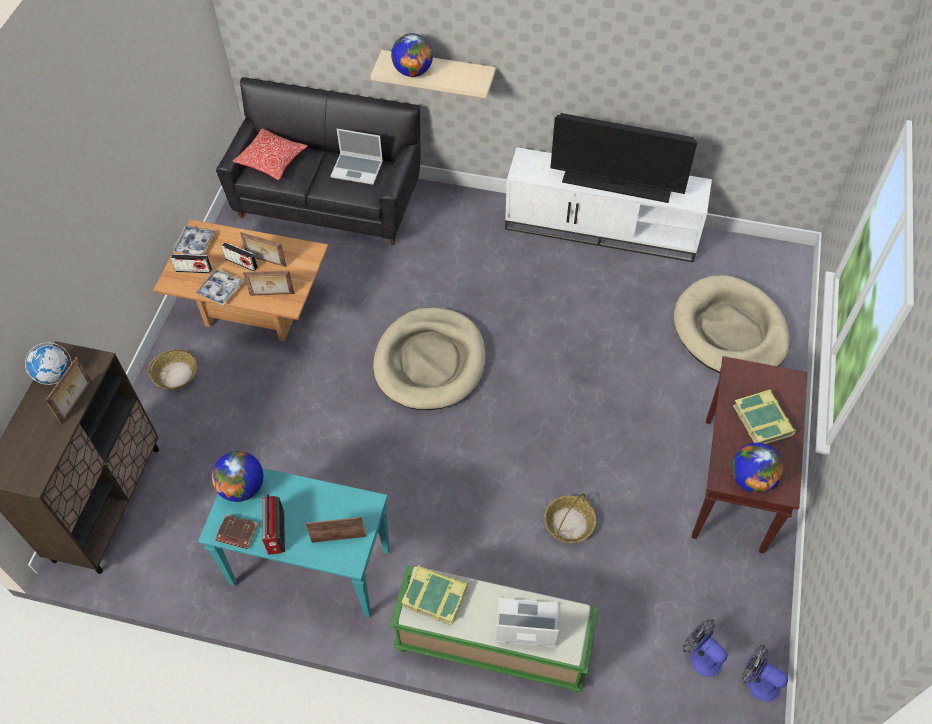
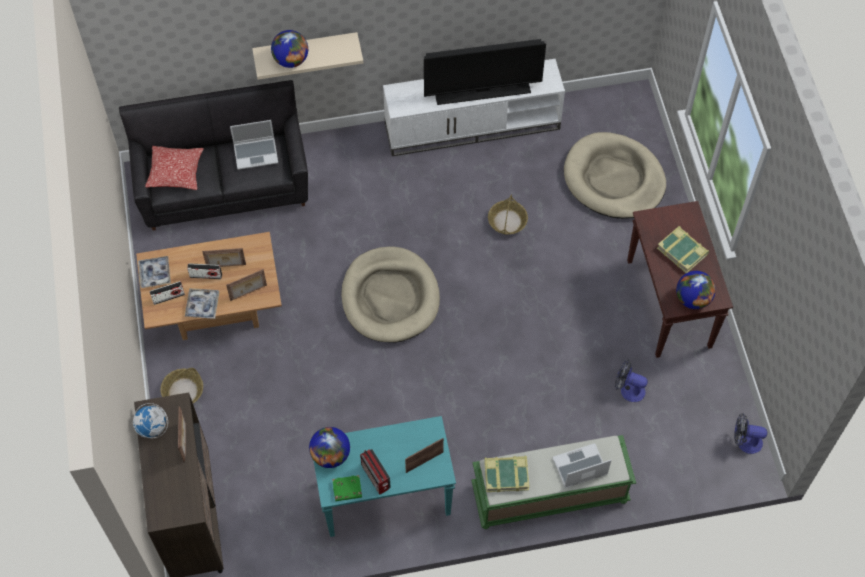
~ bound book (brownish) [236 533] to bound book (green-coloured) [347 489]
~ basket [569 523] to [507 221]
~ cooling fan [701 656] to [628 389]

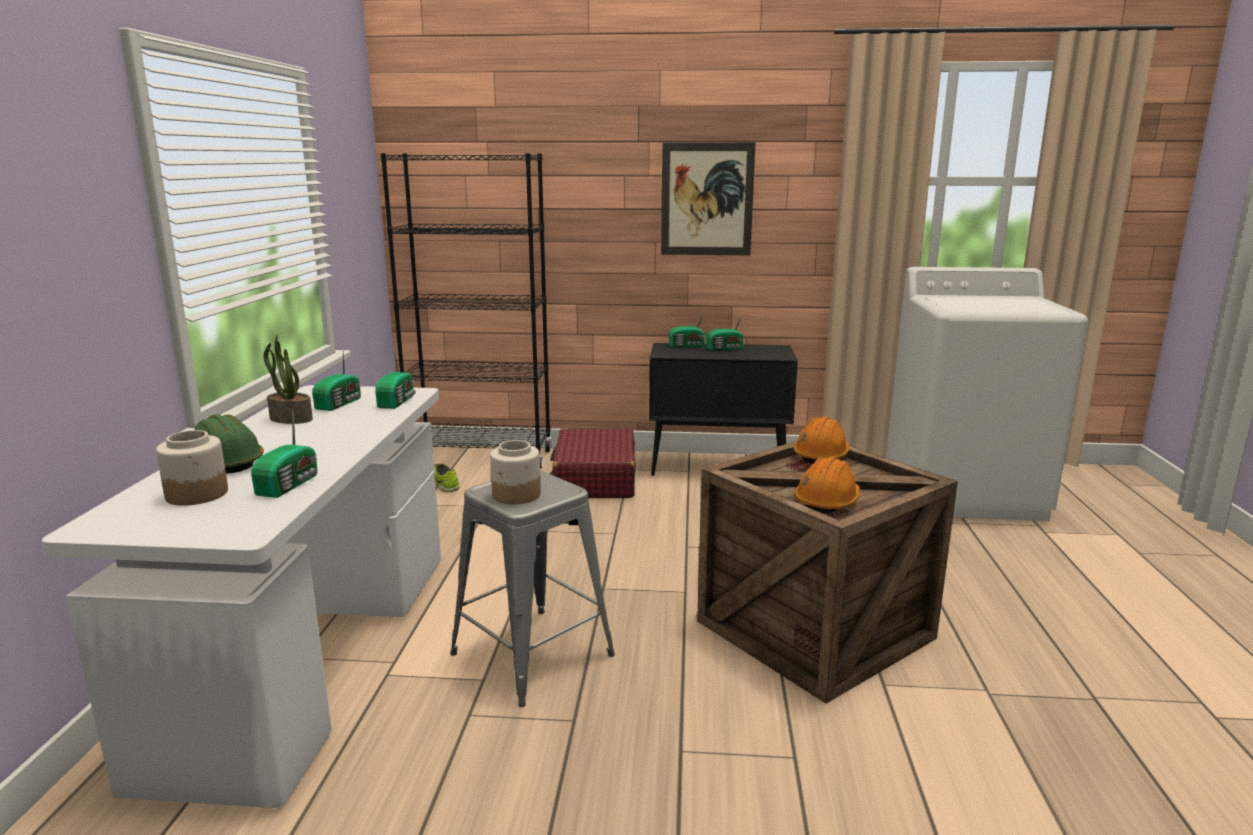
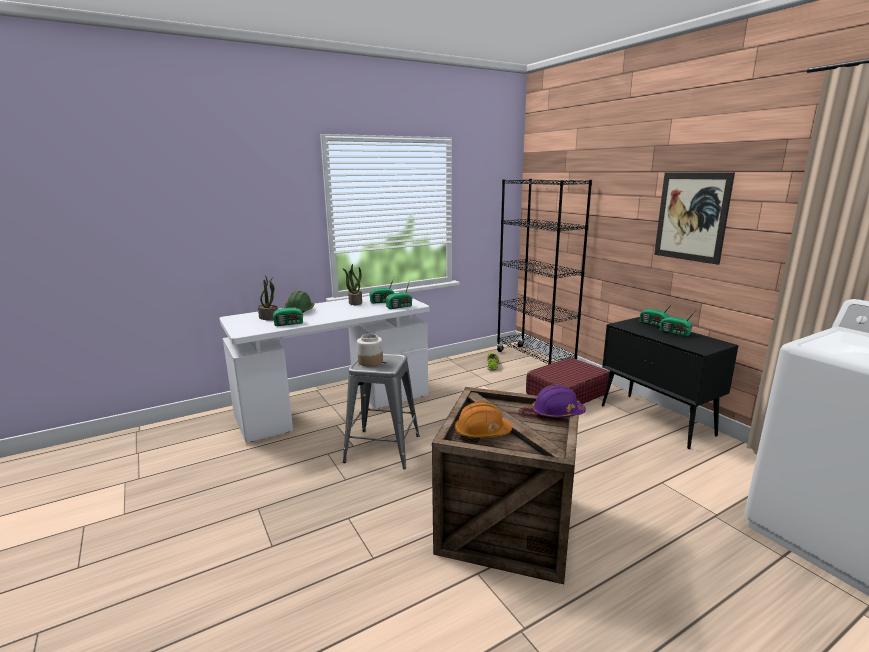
~ jar [197 494] to plant in a pot [269 317]
~ hard hat (orangey) [821 455] to hard hat (purplish) [557 413]

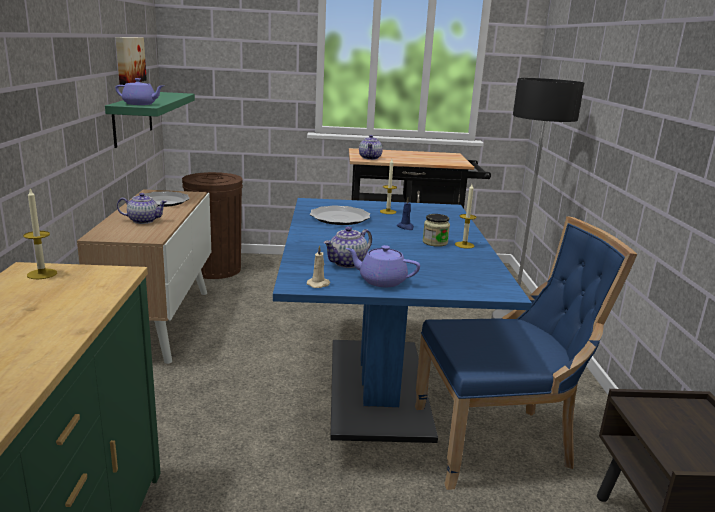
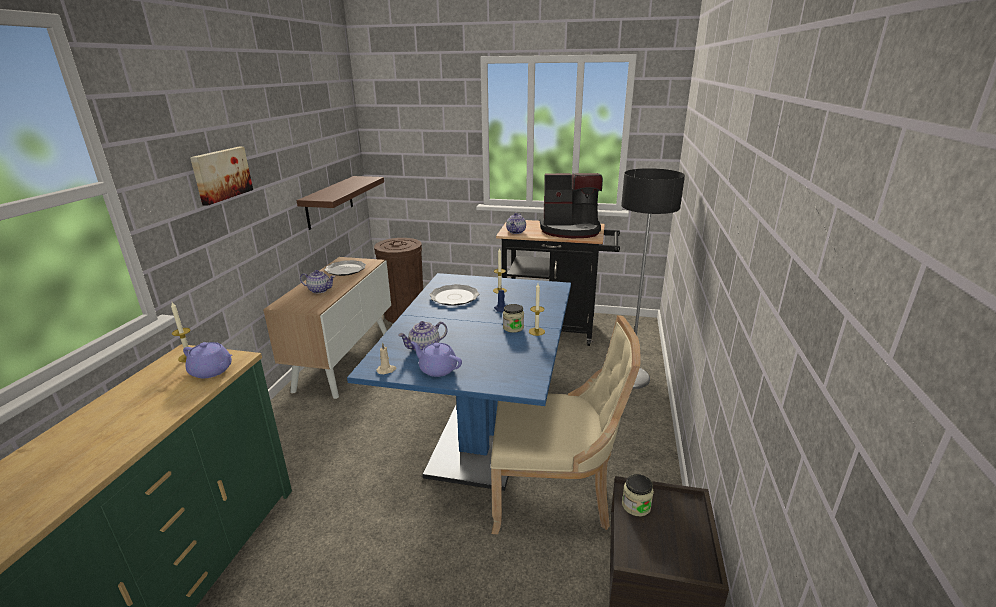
~ shelf (green-coloured) [132 118] to shelf (brownish) [329 202]
~ pot for tea (purplish) [140 104] to [212 371]
~ picture [128 60] to [221 174]
~ upright chair (blue) [497 442] to upright chair (sand-coloured) [555 496]
+ coffee machine [570 230]
+ jar [636 505]

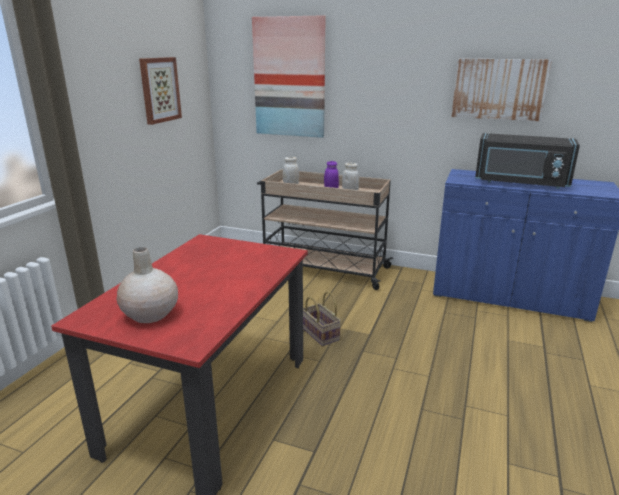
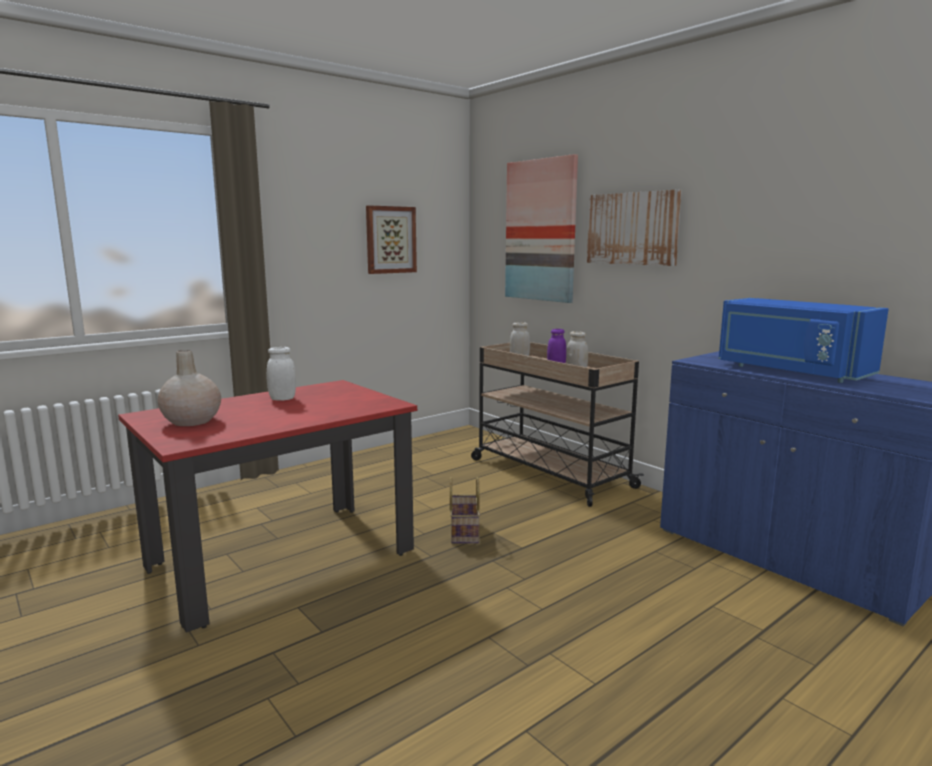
~ picture [499 89] to [632 228]
~ microwave (blackish) [520 183] to microwave (blue) [790 371]
+ jar (white) [282 399]

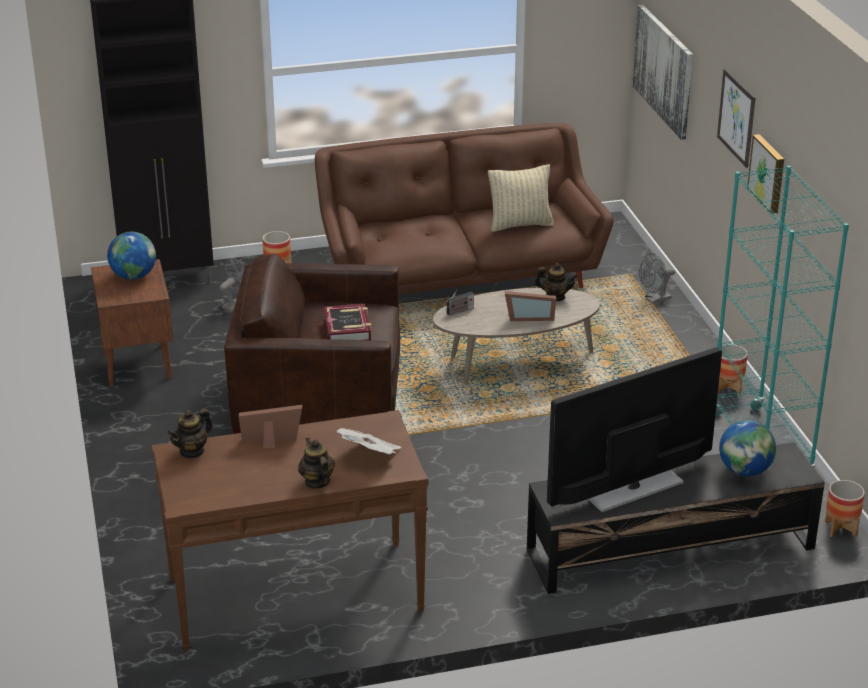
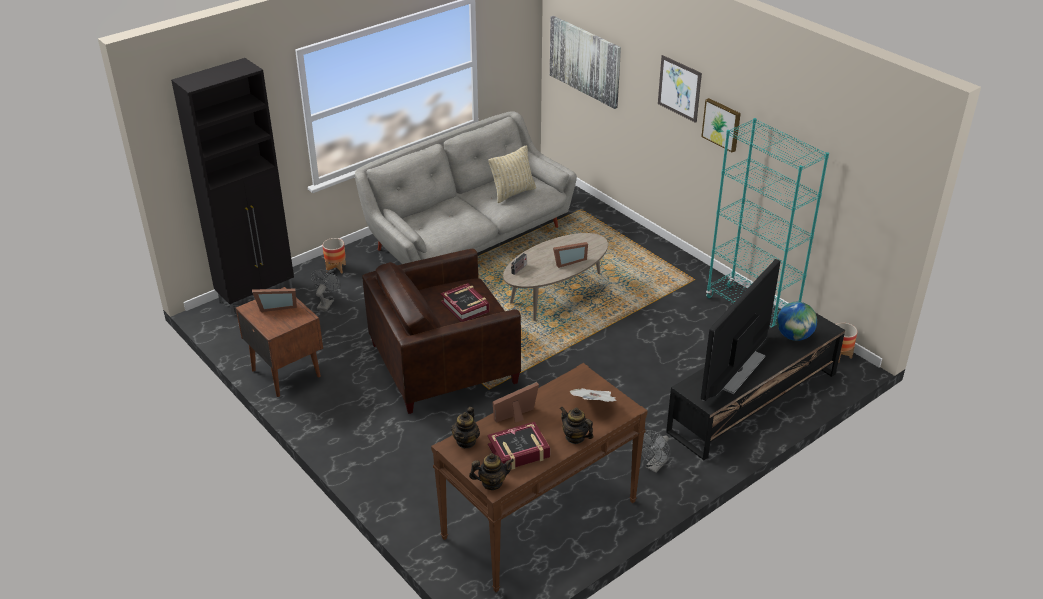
~ globe [133 276] to photo frame [276 306]
~ sofa (brownish) [459 276] to sofa (greyish) [469 239]
~ pot for tea [555 297] to [492 483]
~ cooling fan (greyish) [654 299] to [654 467]
- plant pot [728 388]
+ bound book [519 451]

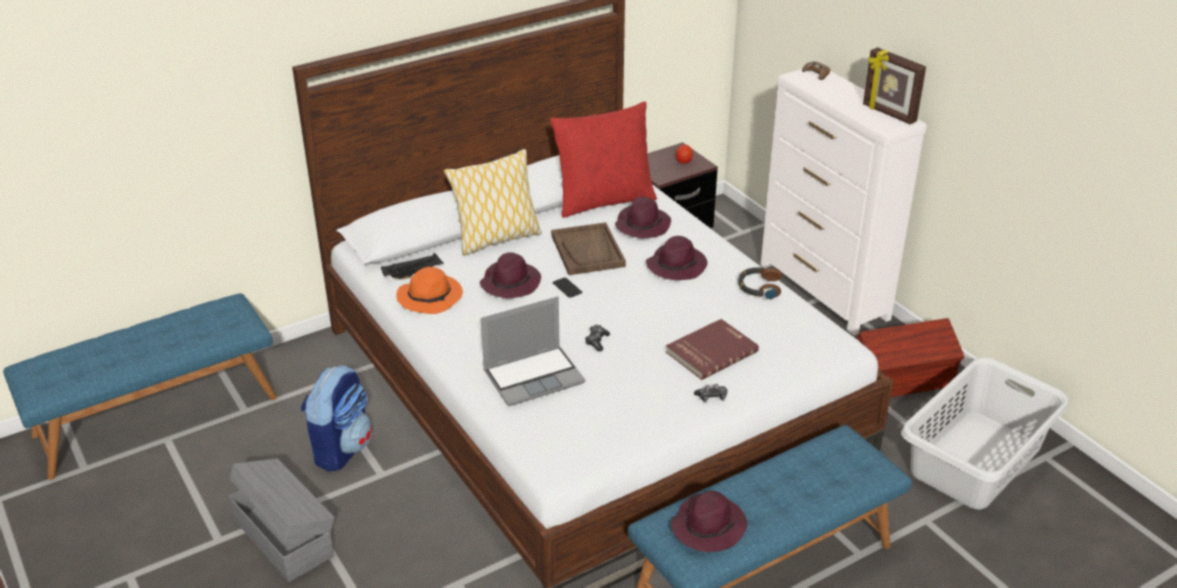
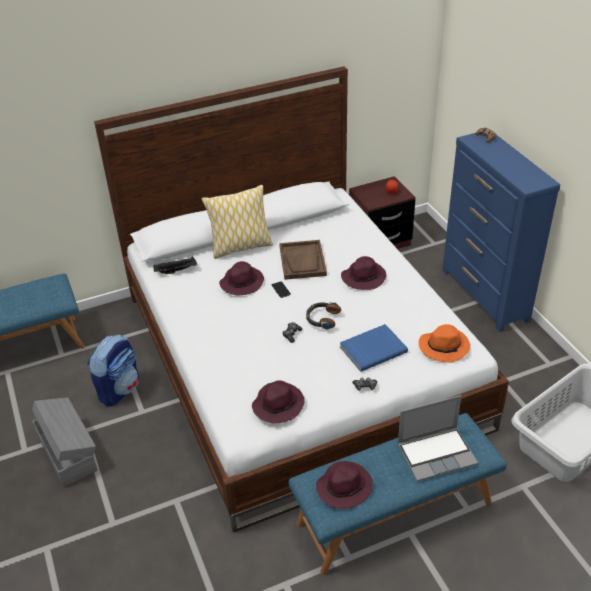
~ clothing hat (orangey) [431 297] to [444 346]
~ laptop [534 376] to [437 454]
- throw pillow (reddish) [603 200]
~ clothing hat (purplish) [642 225] to [278 404]
~ bound book (reddish) [710 351] to bound book (blue) [372 349]
~ pair of headphones [759 287] to [322 318]
~ dresser (white) [824 292] to dresser (blue) [484 295]
- storage box (brownish) [902 381]
- photo frame [888 114]

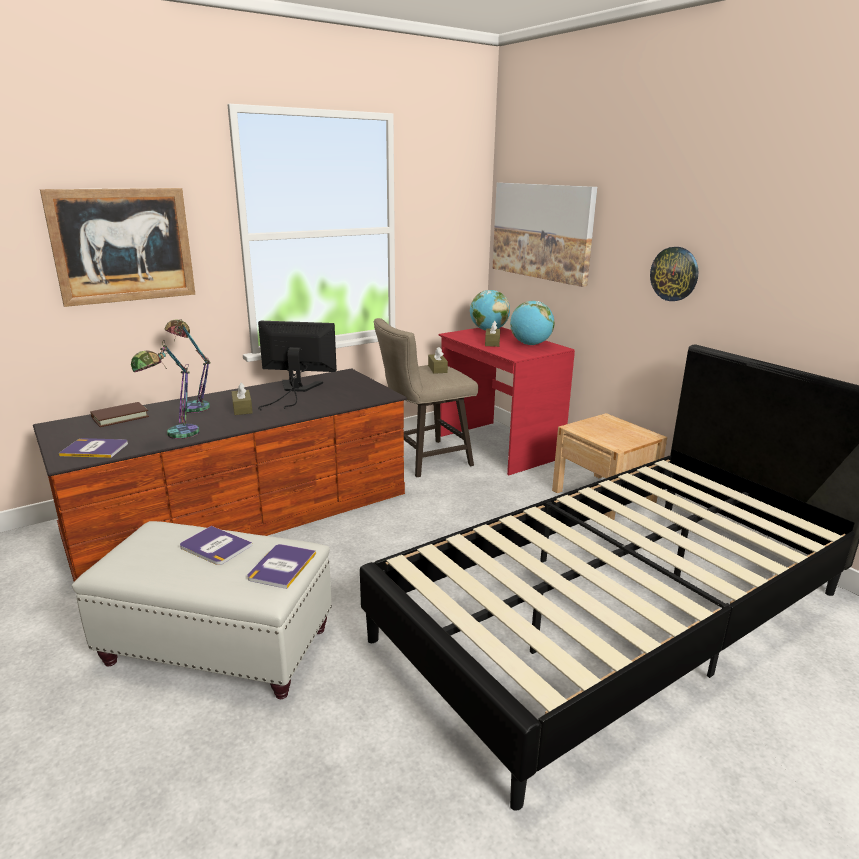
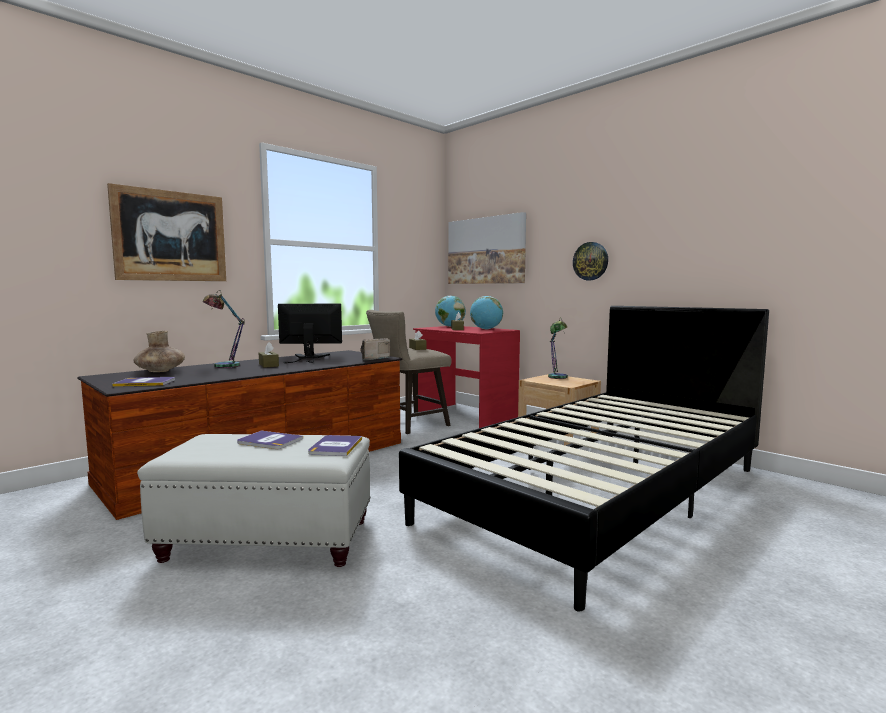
~ bound book (brownish) [120 417] to vase (brownish) [160 371]
~ table lamp [175 436] to [556 378]
+ radio [373 358]

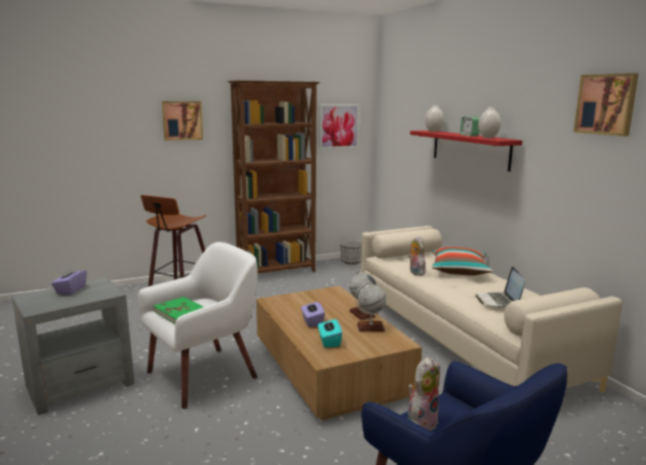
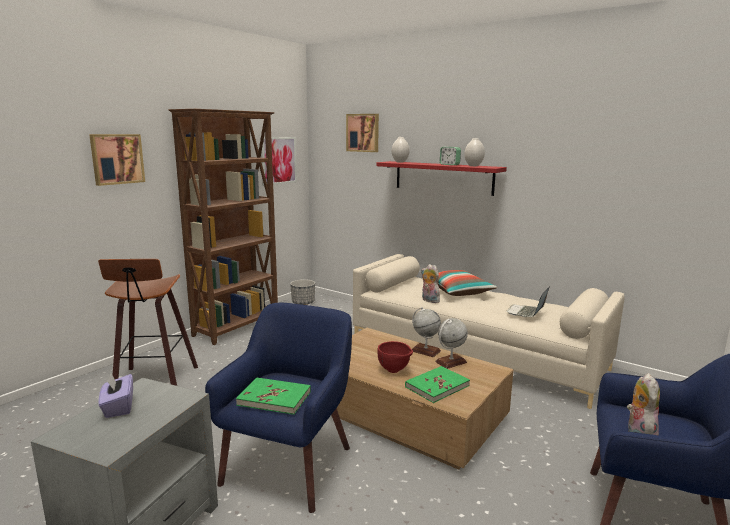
~ armchair (white) [204 374] to armchair (blue) [290 464]
~ box of tissues (purplish) [312 322] to deep dish (reddish) [395 371]
~ box of tissues (turquoise) [329 341] to bound book (green-coloured) [437 386]
~ laptop [499 301] = [526 313] 60 degrees clockwise
~ picture [606 104] to [363 133]

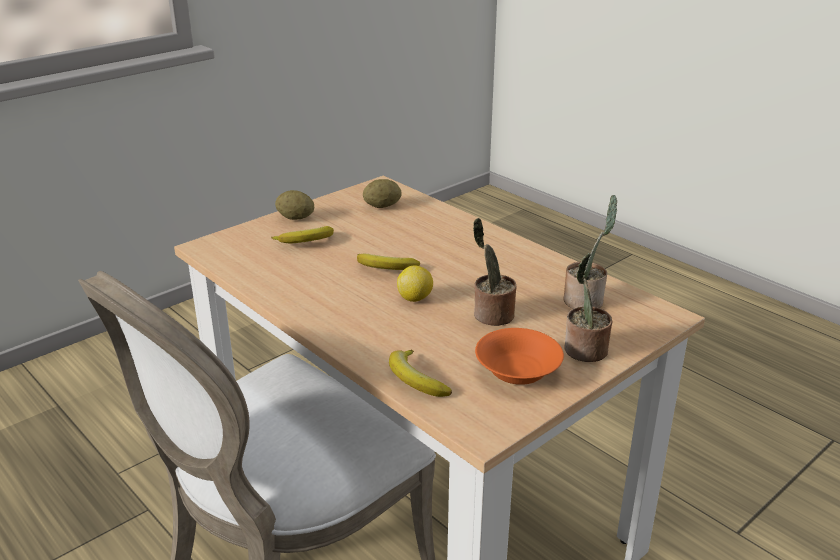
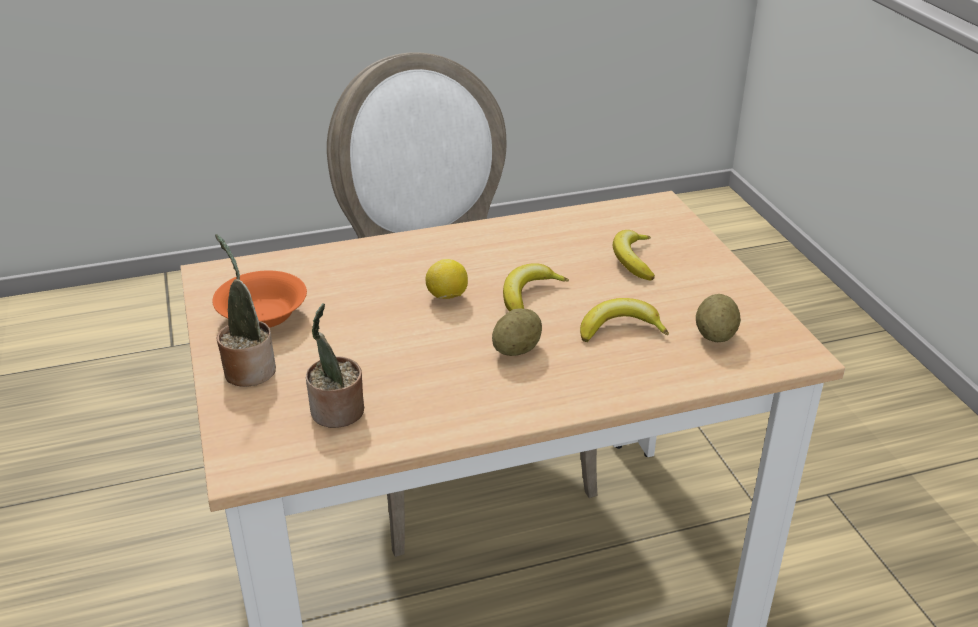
~ whole potato [295 218] to [516 350]
~ banana [415 380] to [620 329]
- plant in a pot [491 315]

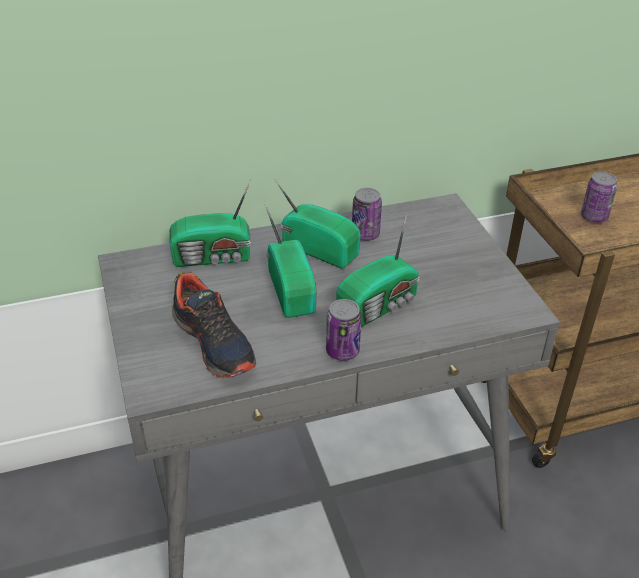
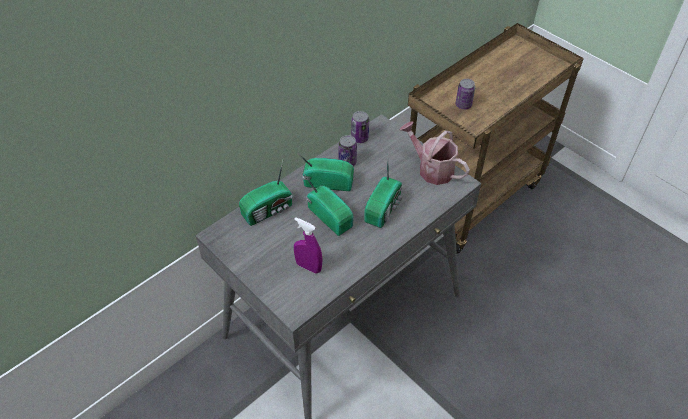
~ item of footwear [214 342] to spray bottle (purplish) [308 267]
~ metal can [342 351] to [359 138]
+ sprinkling can [431 169]

